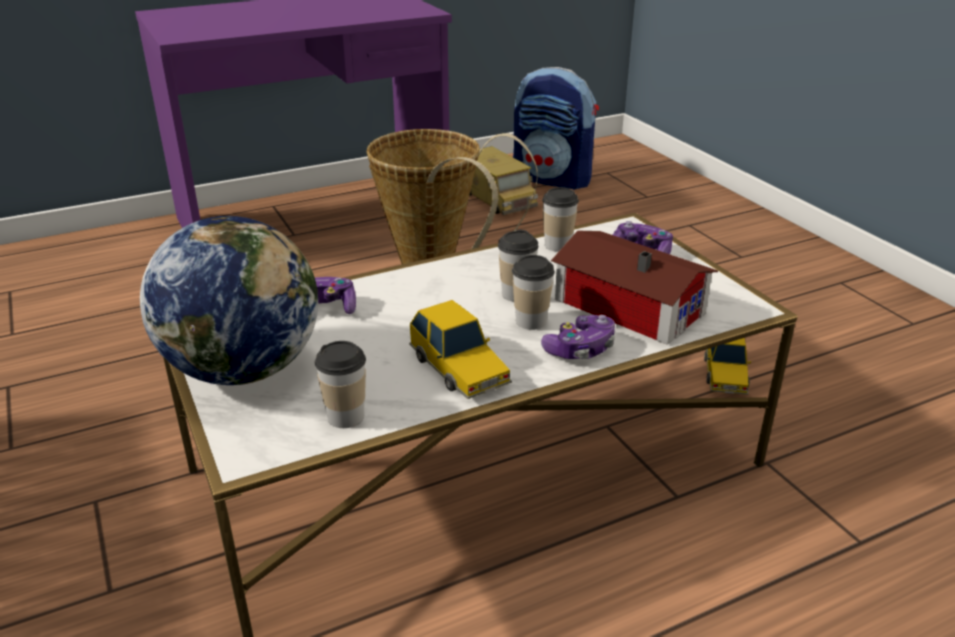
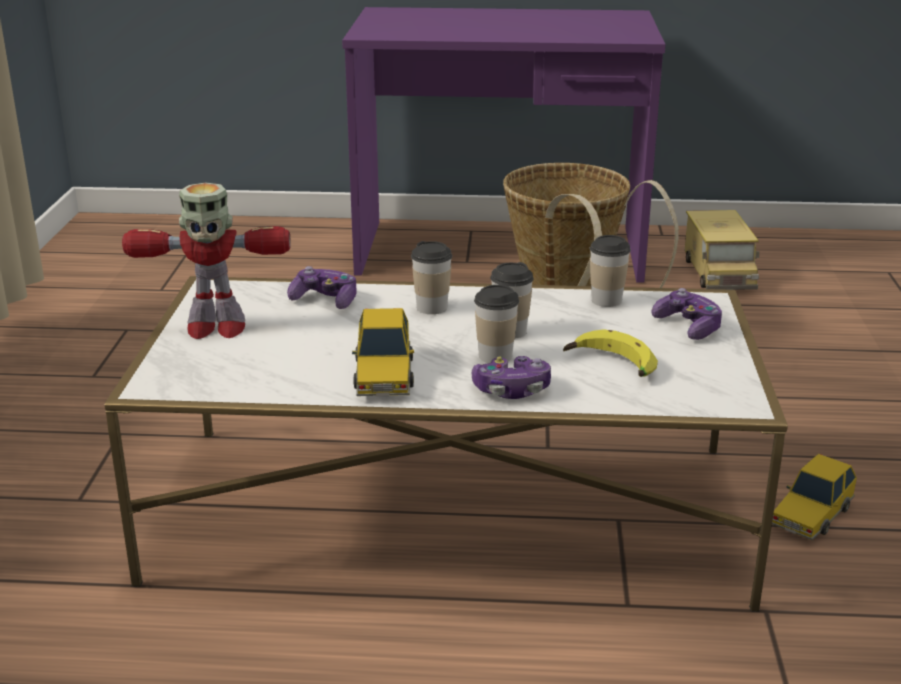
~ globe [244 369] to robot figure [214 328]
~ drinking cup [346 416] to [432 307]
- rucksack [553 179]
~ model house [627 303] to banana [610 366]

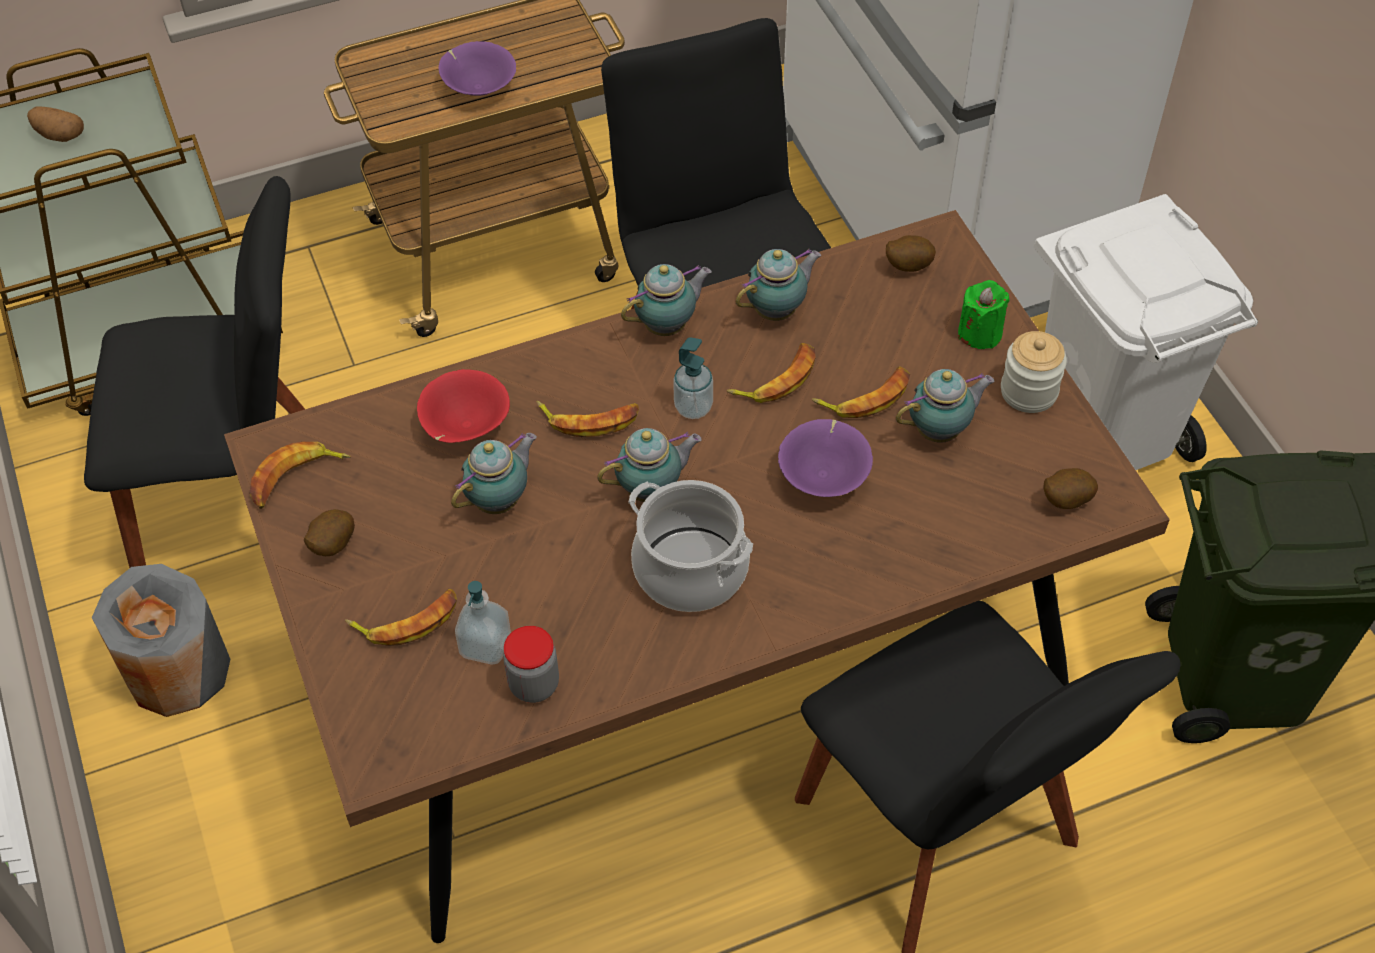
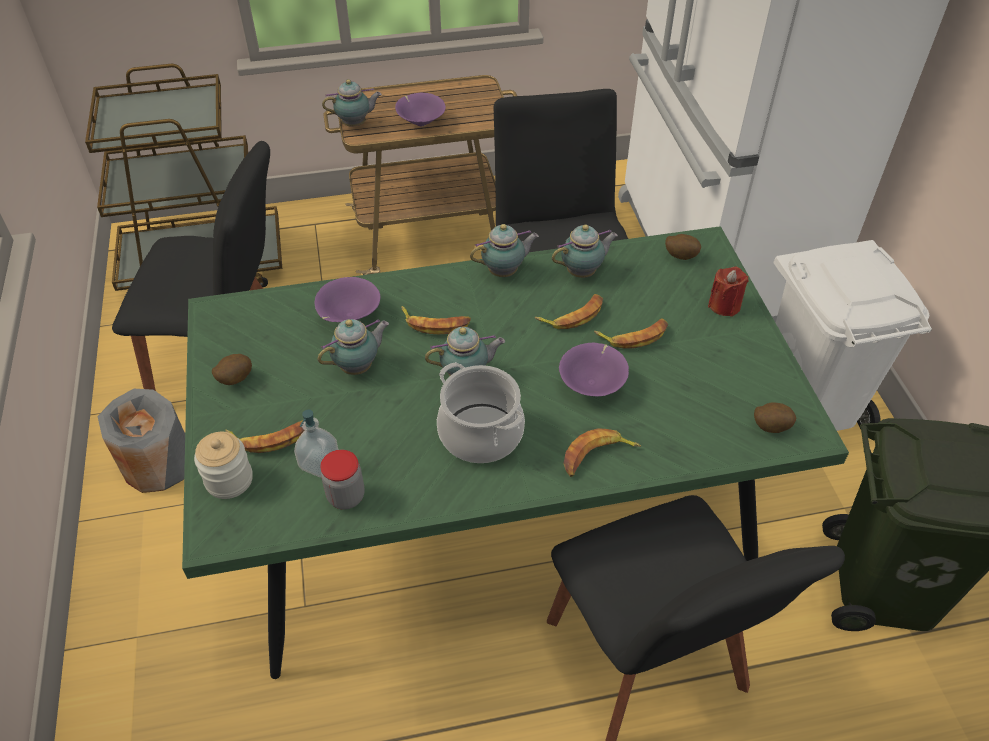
- whole potato [58 135]
~ dining table (brownish) [687 659] to dining table (green-coloured) [492 511]
~ banana [296 479] to [596 457]
~ deep dish (reddish) [465 427] to deep dish (purplish) [349 317]
- soap bottle [693 407]
~ pot for tea [941 430] to [356 124]
~ wax light (green-coloured) [980 333] to wax light (reddish) [724 305]
~ jar [1028 391] to [229 480]

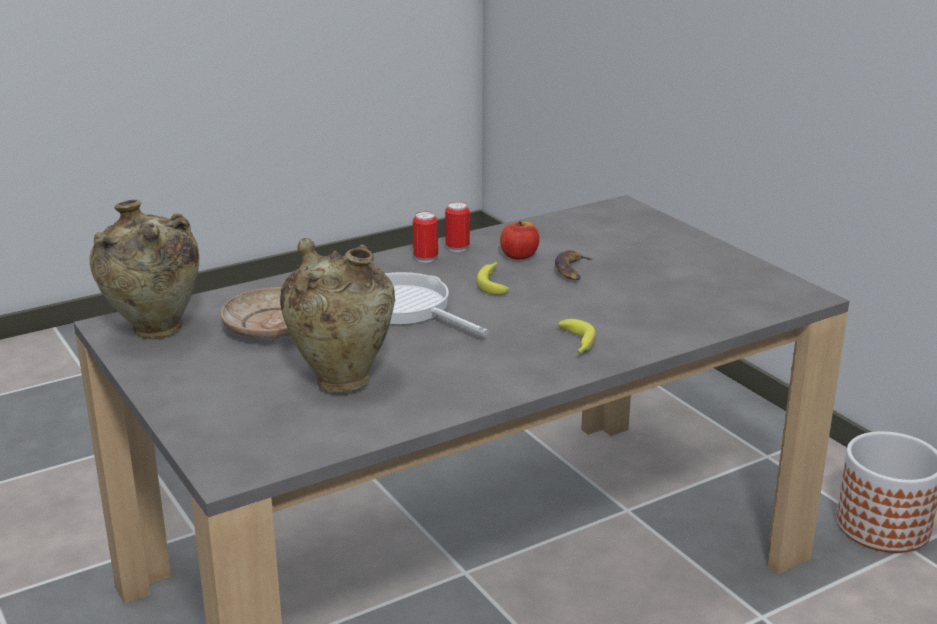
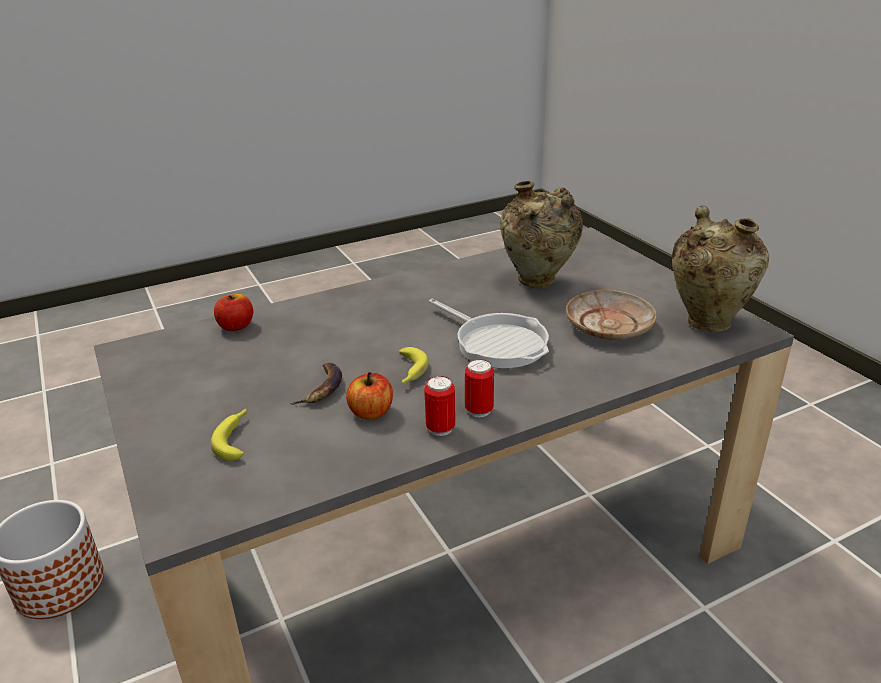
~ banana [577 344] to [236 438]
+ whole apple [236 326]

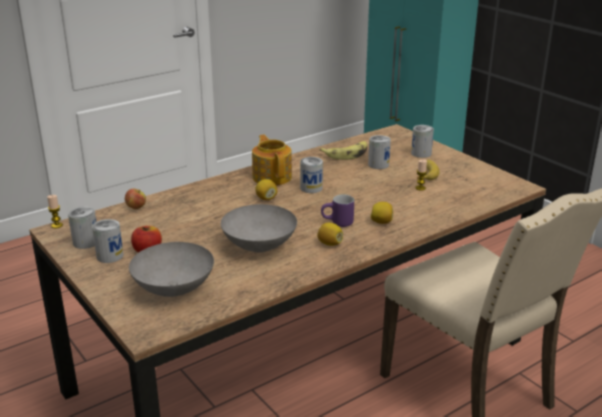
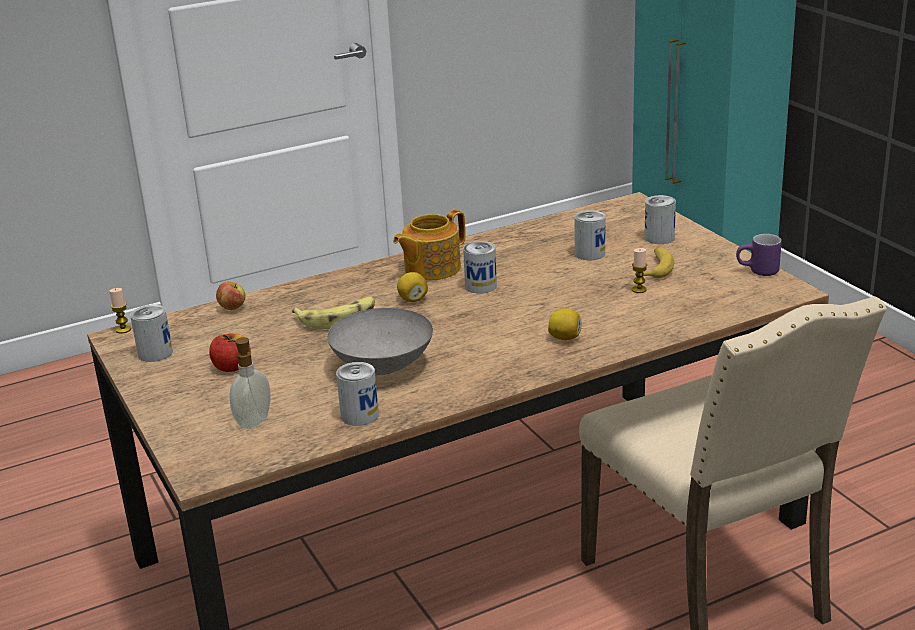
~ metal can [110 256] to [359 415]
~ deep dish (greyish) [174 290] to soap bottle [252 421]
~ pot for tea [272 177] = [431 268] 120 degrees counterclockwise
- citrus fruit [330 244]
~ banana [347 154] to [338 319]
~ coffee mug (purplish) [337 224] to [758 272]

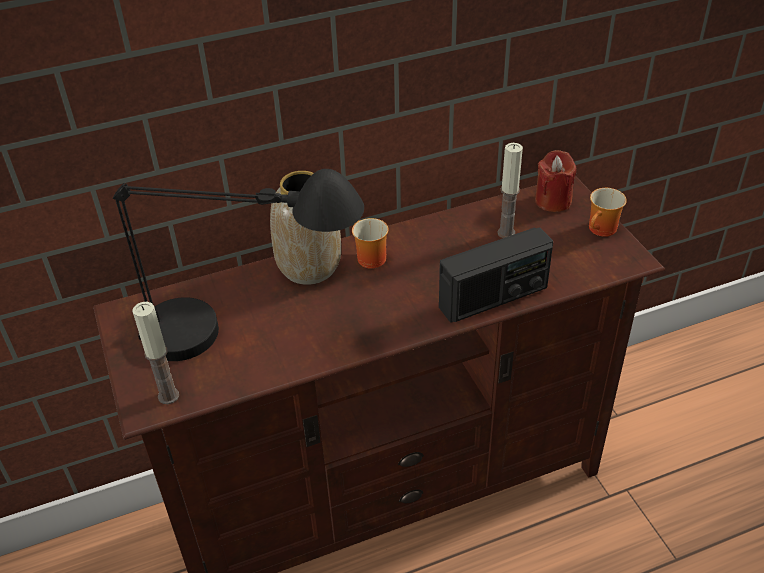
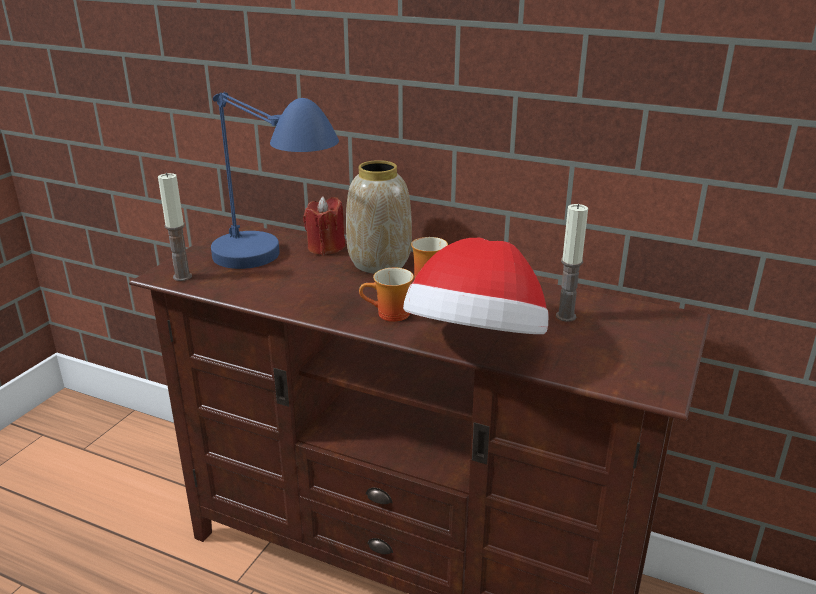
~ table lamp (blackish) [247 338] to table lamp (blue) [273 276]
~ radio [493 297] to clothing hat [477 345]
~ wax light (reddish) [553 201] to [326 247]
~ coffee mug [603 230] to [390 315]

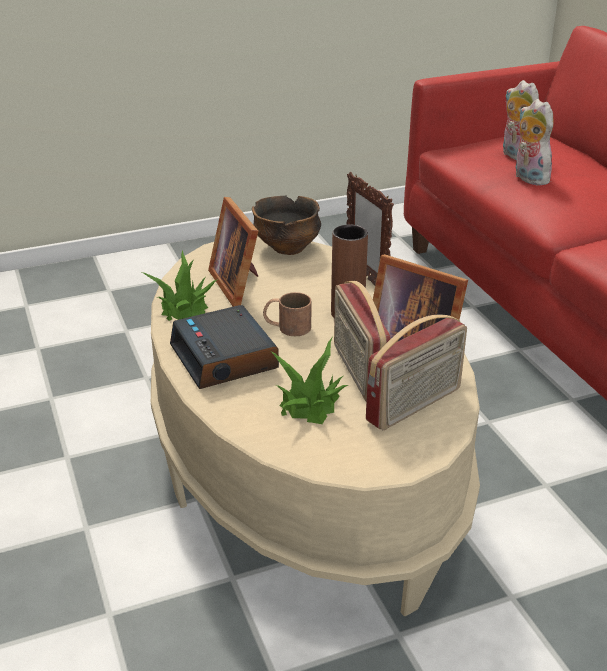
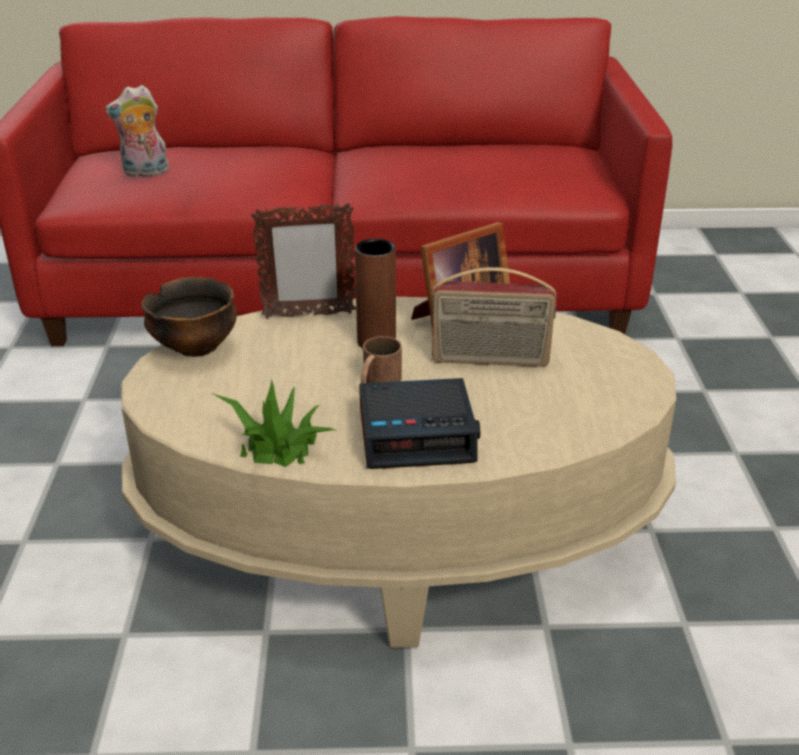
- photo frame [239 284]
- plant in a pot [310 402]
- radio [415 405]
- plush toy [528 178]

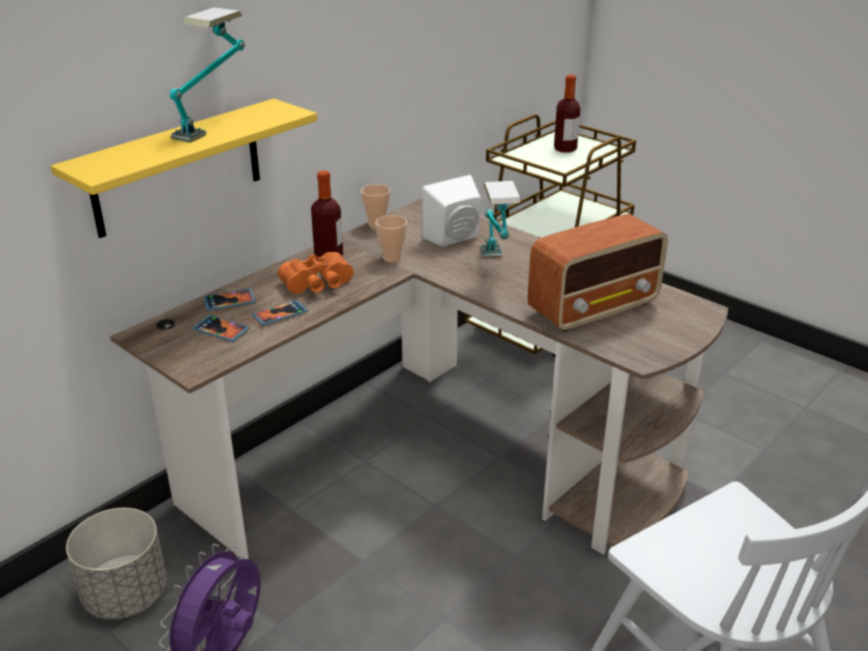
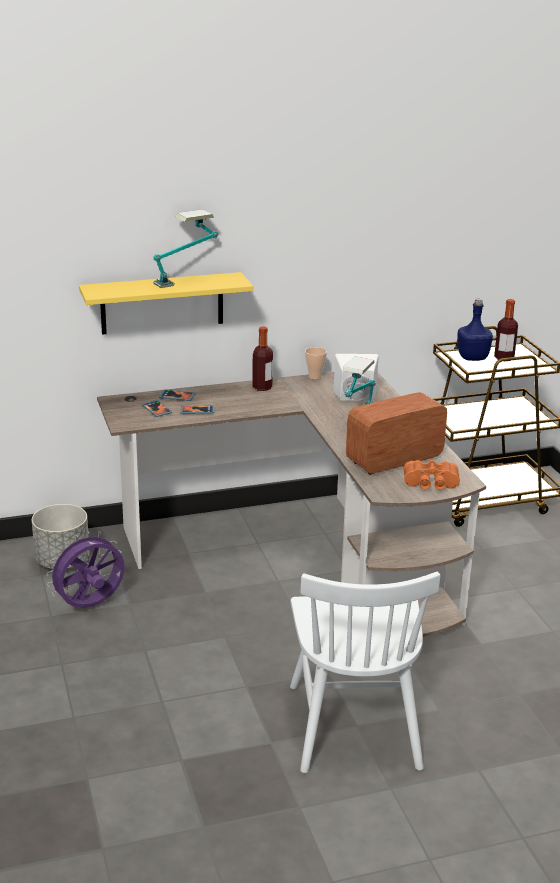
~ pair of binoculars (orangey) [319 285] to [431 484]
- drinking cup [392 258]
~ radio [595 308] = [393 460] 150 degrees clockwise
+ drink bottle (blue) [473 358]

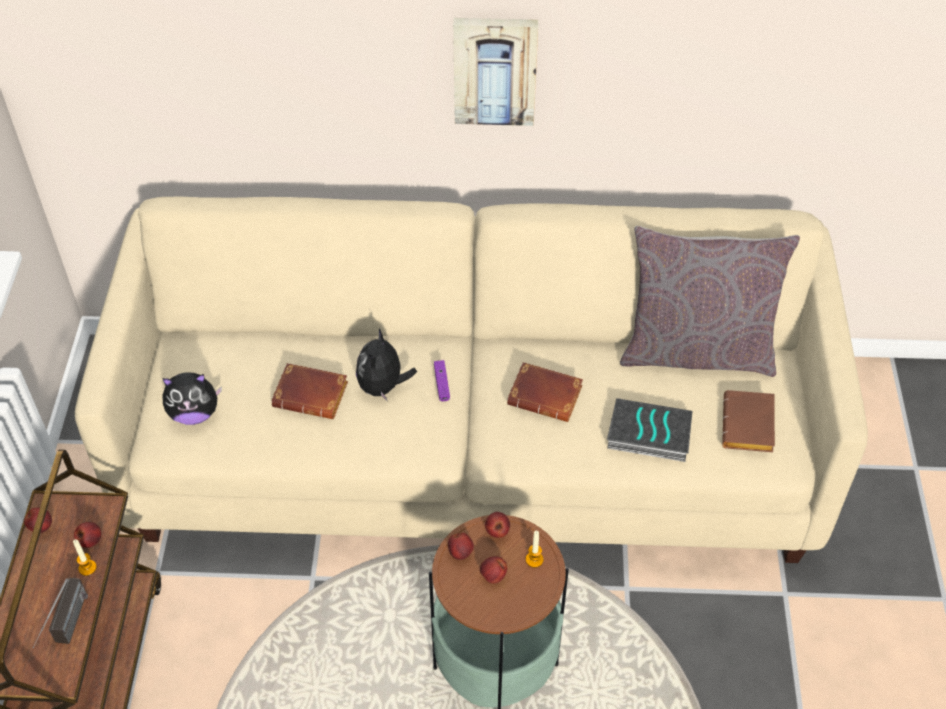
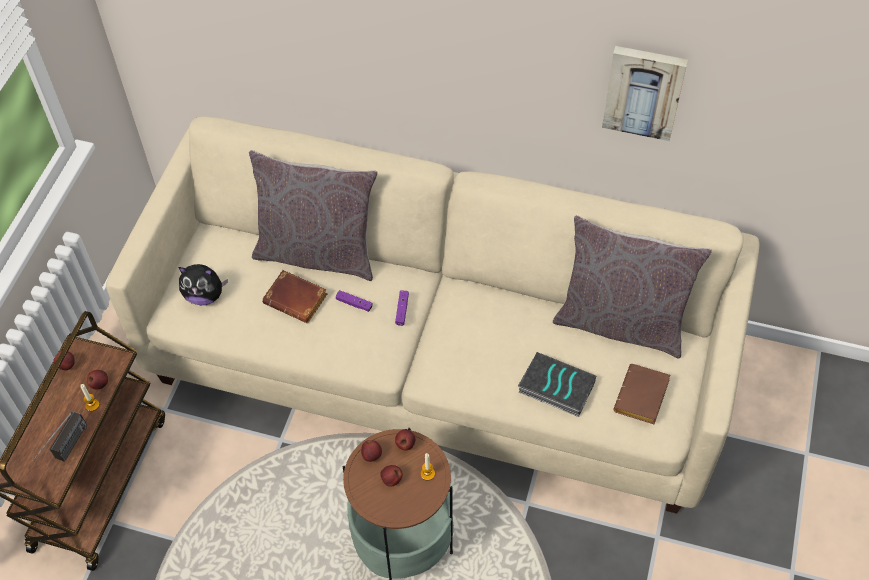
~ plush toy [383 387] to game controller (purplish) [354 304]
~ picture [495 69] to [644 91]
- bound book (brownish) [547 396]
+ throw pillow (greyish) [317 253]

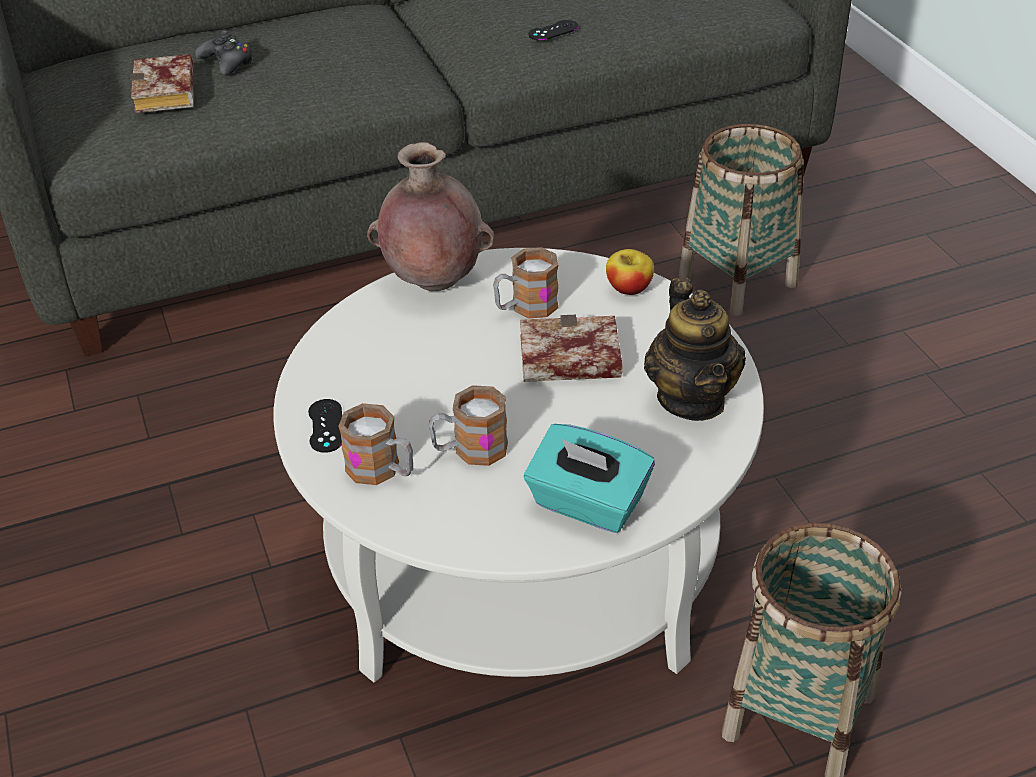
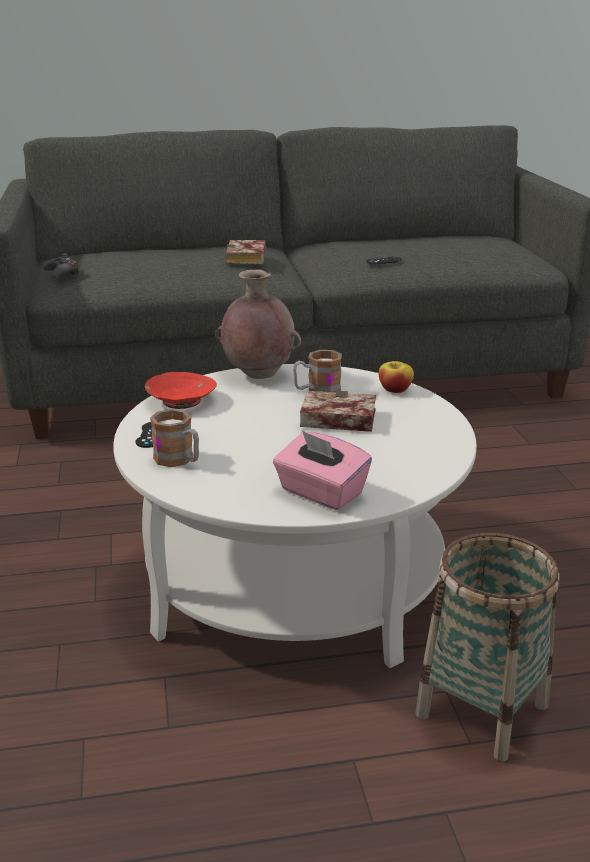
~ bound book [168 93] to [248 259]
~ game controller (blackish) [227 62] to [62 273]
- coffee mug [470 450]
~ box of tissues (turquoise) [587 504] to box of tissues (pink-coloured) [320 493]
- pot for tea [692 399]
- basket [738 280]
+ deep dish (reddish) [181 401]

